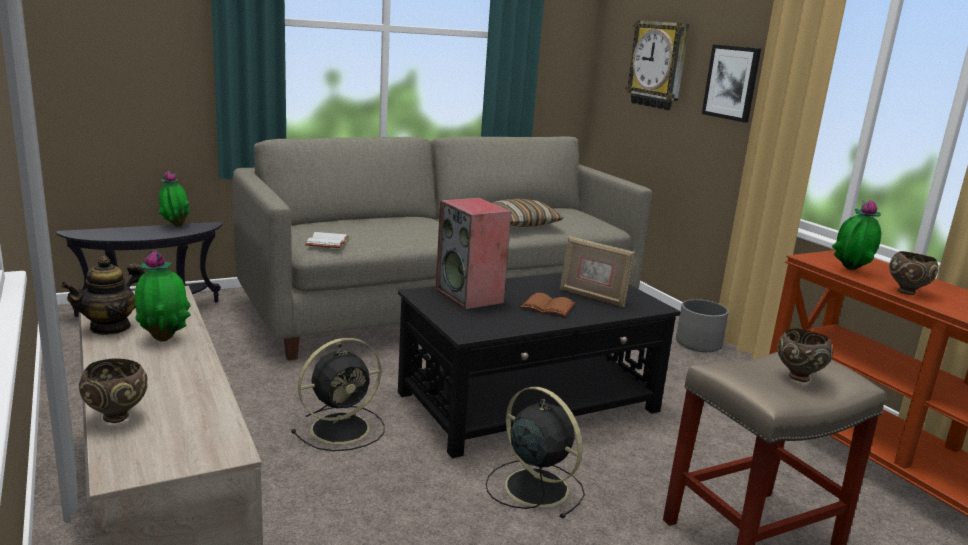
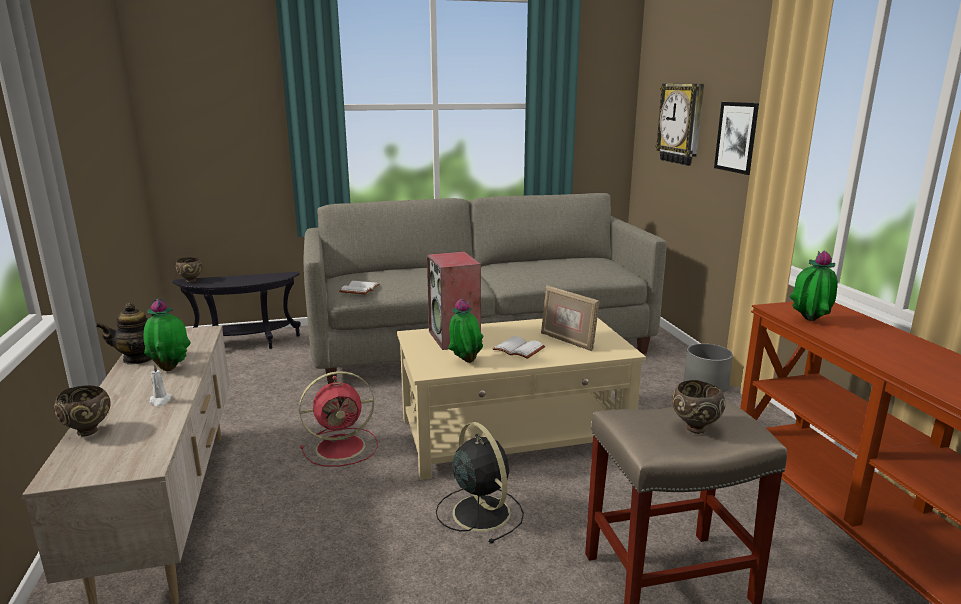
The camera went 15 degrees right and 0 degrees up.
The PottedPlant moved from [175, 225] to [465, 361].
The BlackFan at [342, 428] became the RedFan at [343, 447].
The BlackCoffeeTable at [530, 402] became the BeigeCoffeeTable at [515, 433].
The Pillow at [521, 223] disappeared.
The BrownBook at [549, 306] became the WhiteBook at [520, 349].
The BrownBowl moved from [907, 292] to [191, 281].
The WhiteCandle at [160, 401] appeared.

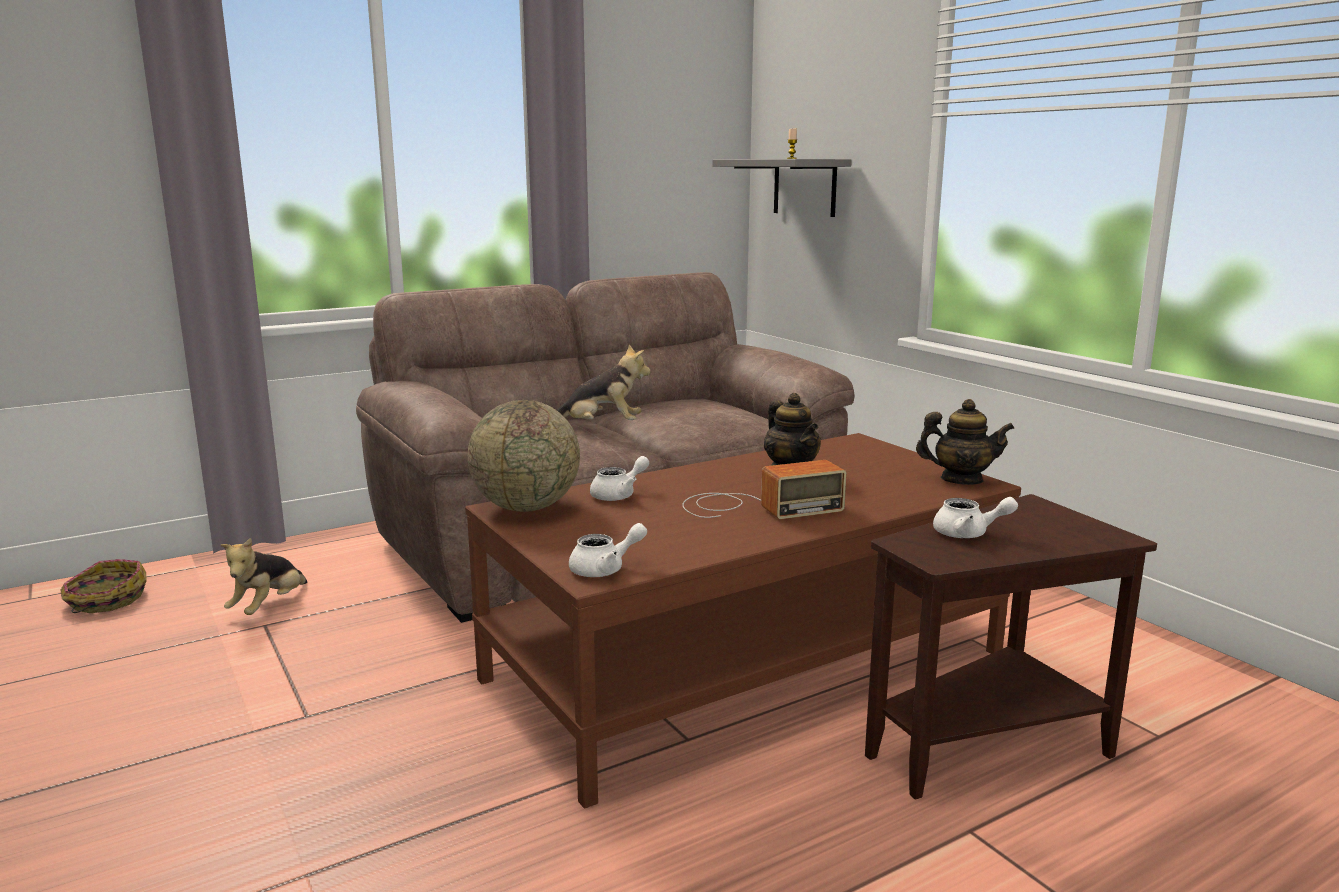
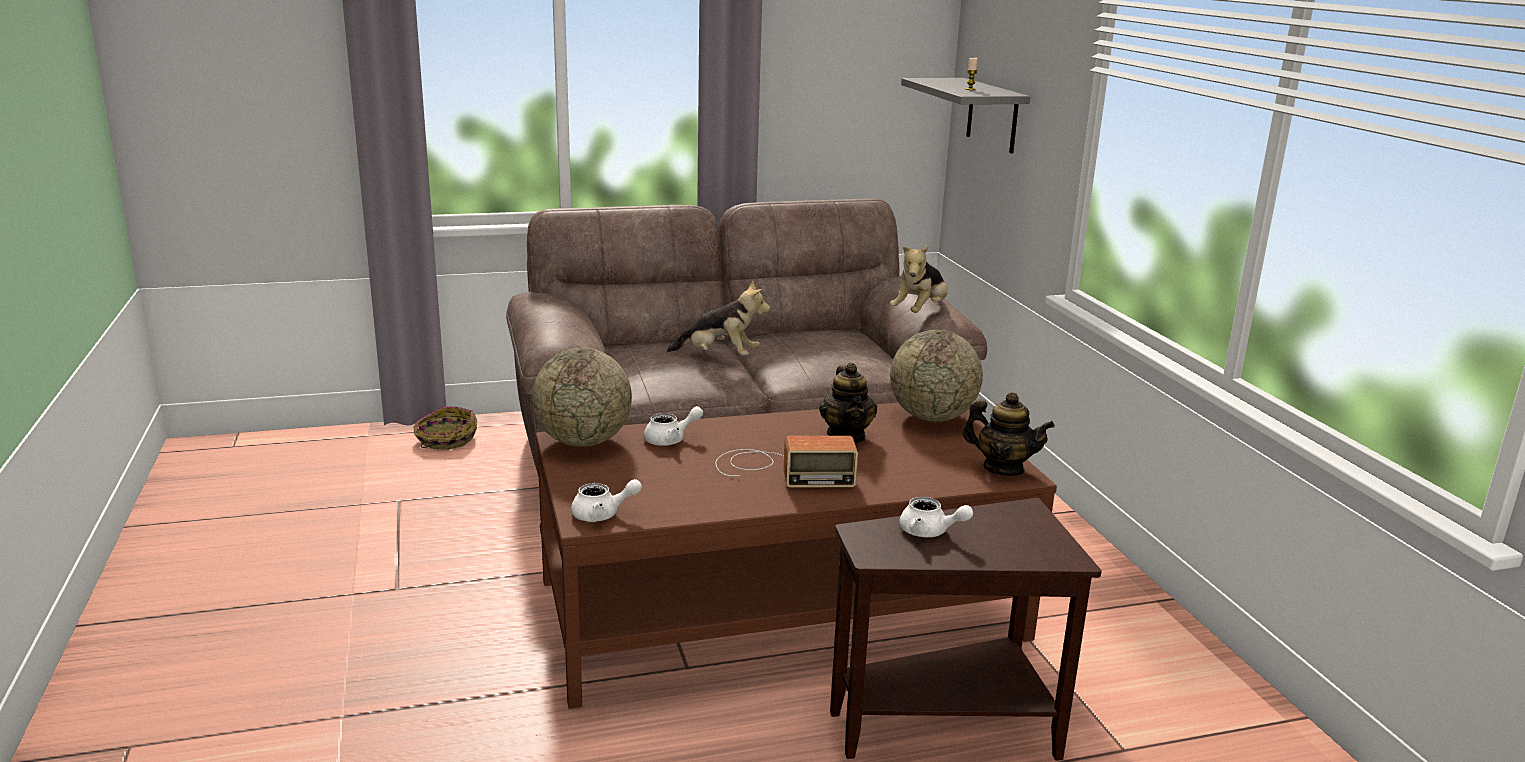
The camera went 15 degrees right and 5 degrees up.
The Basket moved from [106, 600] to [445, 440].
The PlushToy moved from [269, 607] to [920, 312].
The Globe at [932, 417] appeared.

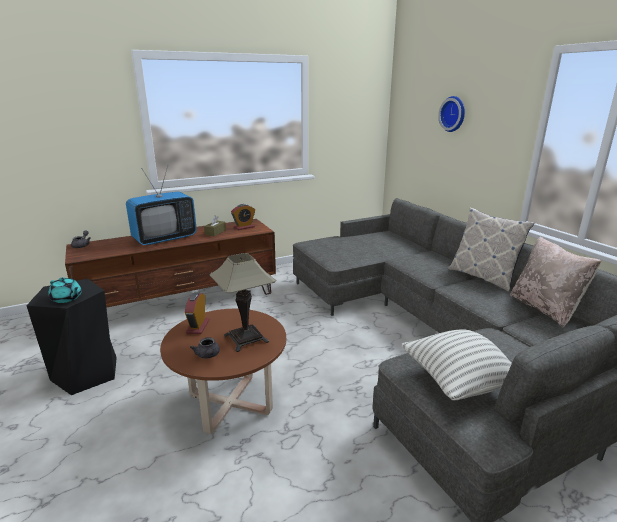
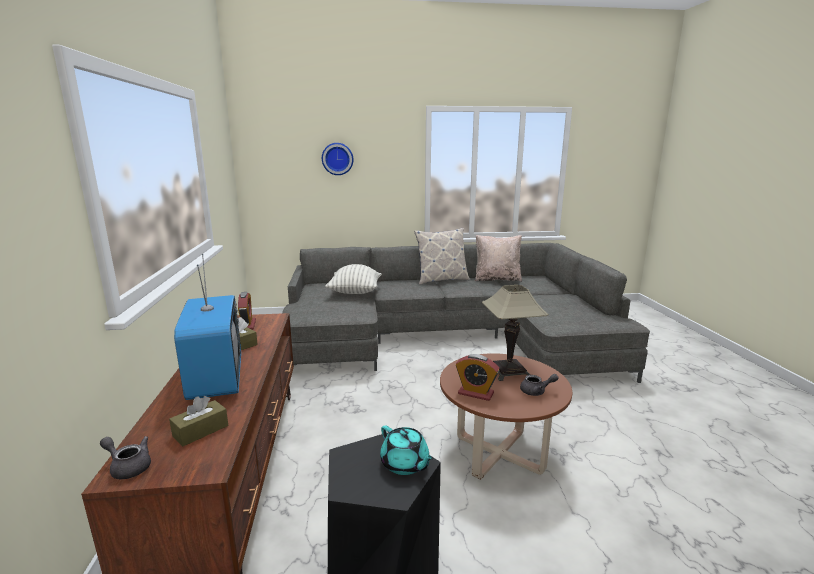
The camera went 70 degrees left and 5 degrees down.
The TurquoiseTeapot at [67, 298] turned 90 degrees clockwise.
The Pillow moved from [458, 382] to [355, 293].
The BrownTissueBox at [200, 431] appeared.

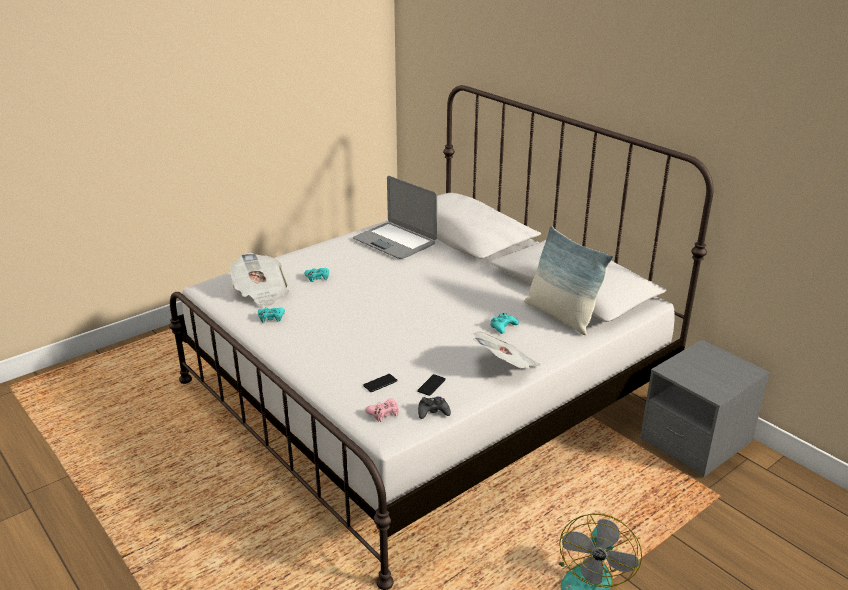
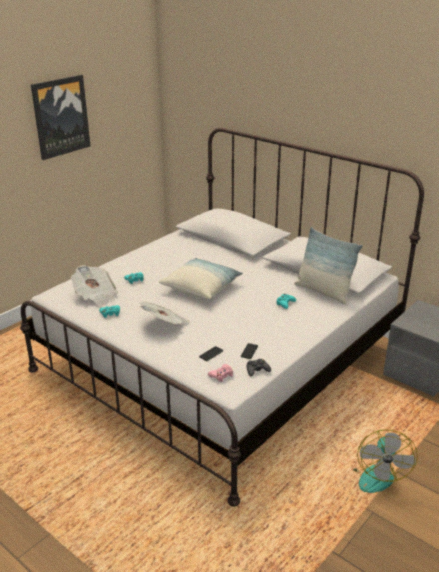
The camera went 10 degrees left and 0 degrees up.
The Laptop at [395, 241] disappeared.
The Newspaper moved from [505, 366] to [165, 324].
The Picture at [61, 116] appeared.
The Pillow at [201, 287] appeared.

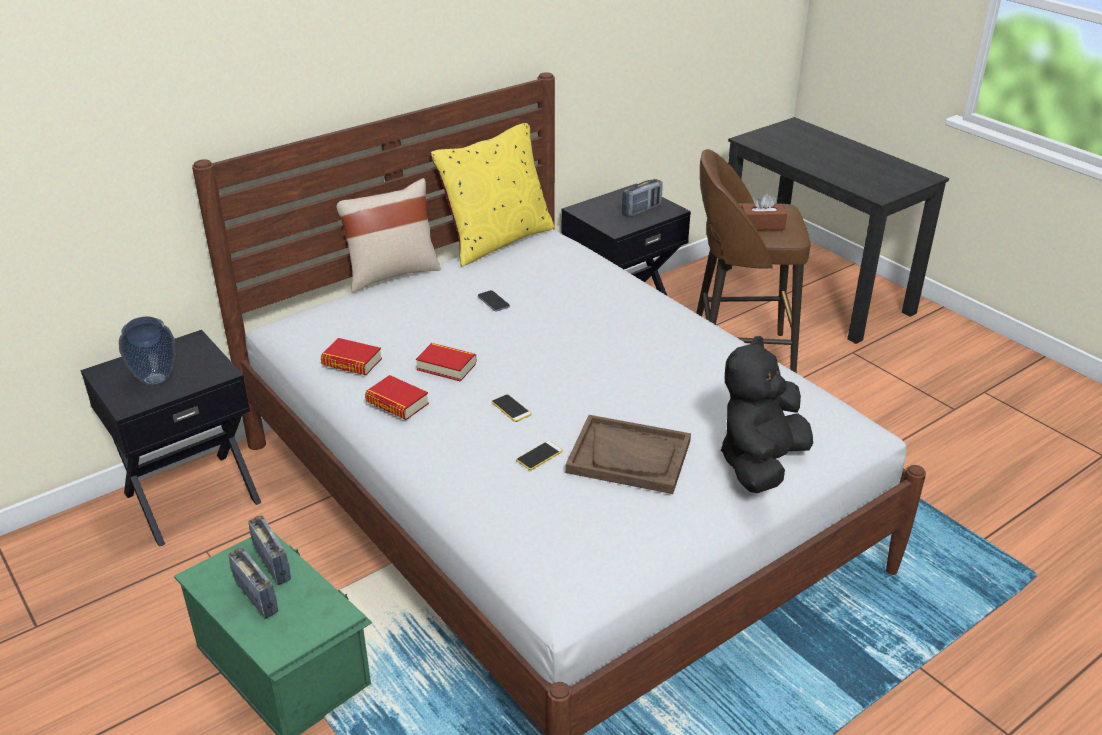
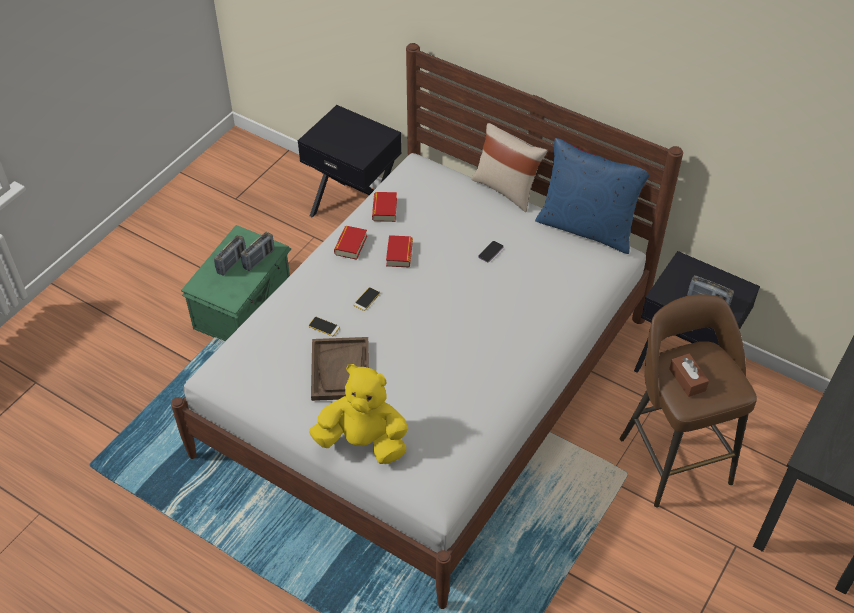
The camera went 70 degrees right and 15 degrees up.
The Vase at [156, 379] disappeared.
The YellowPillow at [497, 240] became the BluePillow at [587, 228].
The BlackPlushToy at [760, 464] became the YellowPlushToy at [363, 442].

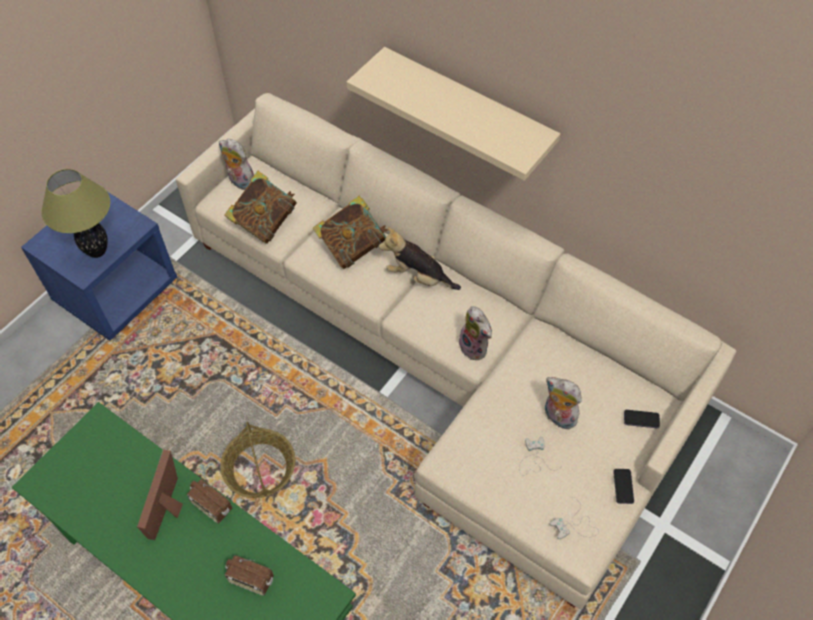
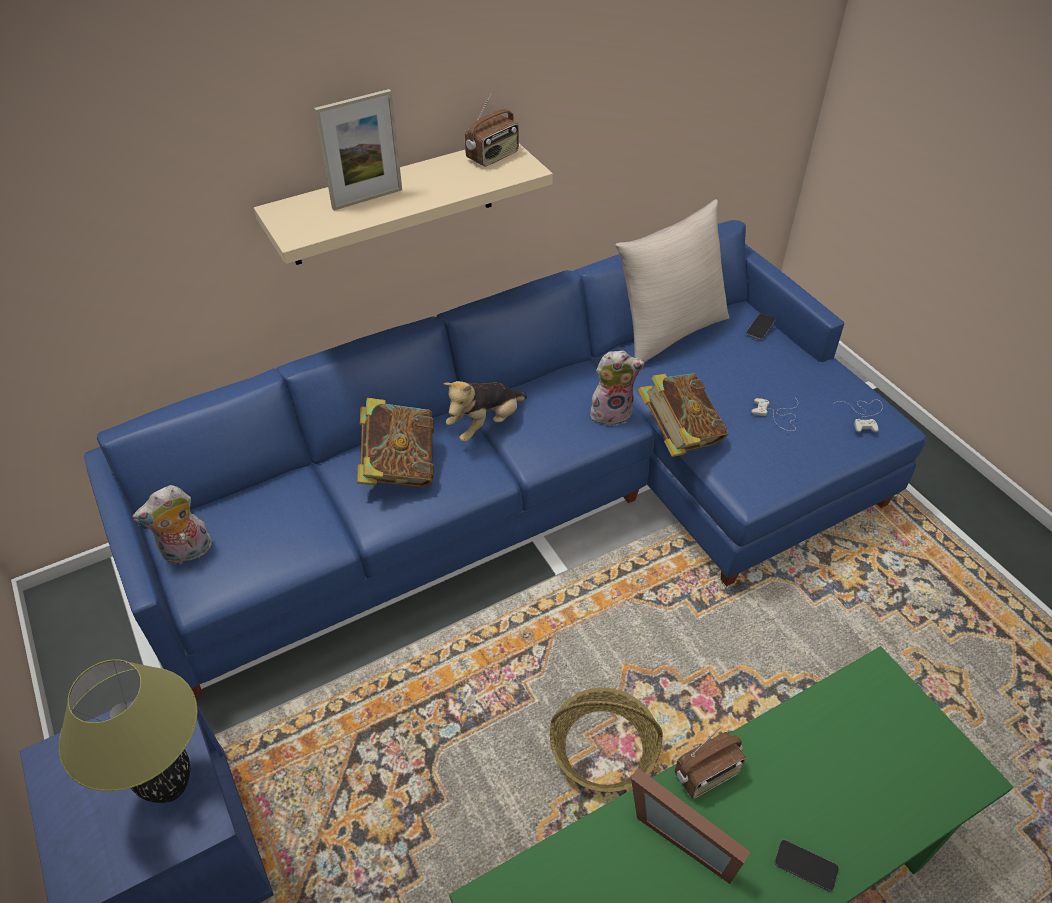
The camera went 65 degrees left and 10 degrees down.
The BeigeSofa at [448, 355] became the BlueSofa at [543, 491].
The Book moved from [264, 222] to [679, 435].
The Radio moved from [251, 580] to [493, 156].
The PlushToy at [557, 417] disappeared.
The Phone moved from [623, 486] to [805, 866].
The PictureFrame at [367, 199] appeared.
The BeigePillow at [669, 332] appeared.

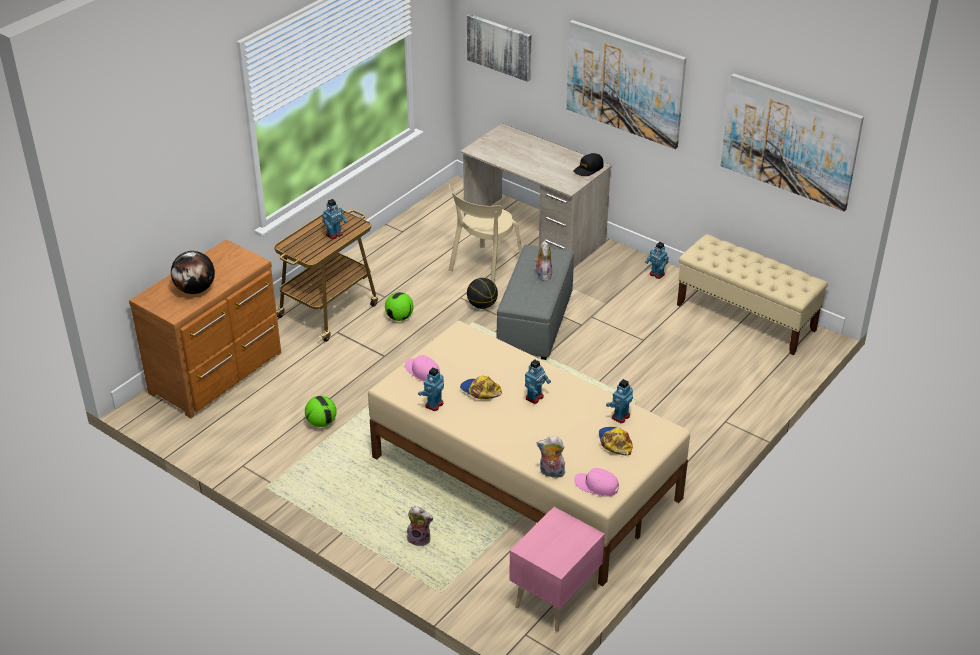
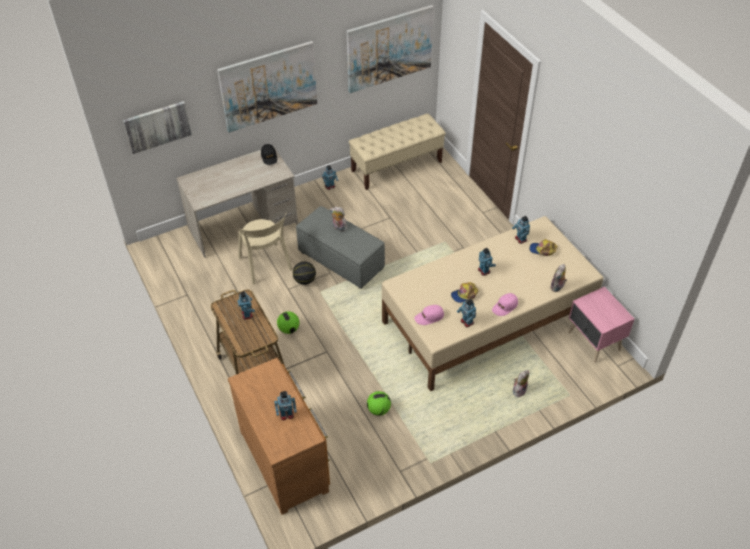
The camera went 65 degrees left and 10 degrees up.
The Globe at [195, 290] was replaced by the ToyRobot at [286, 415].
The PinkCap moved from [596, 485] to [504, 307].

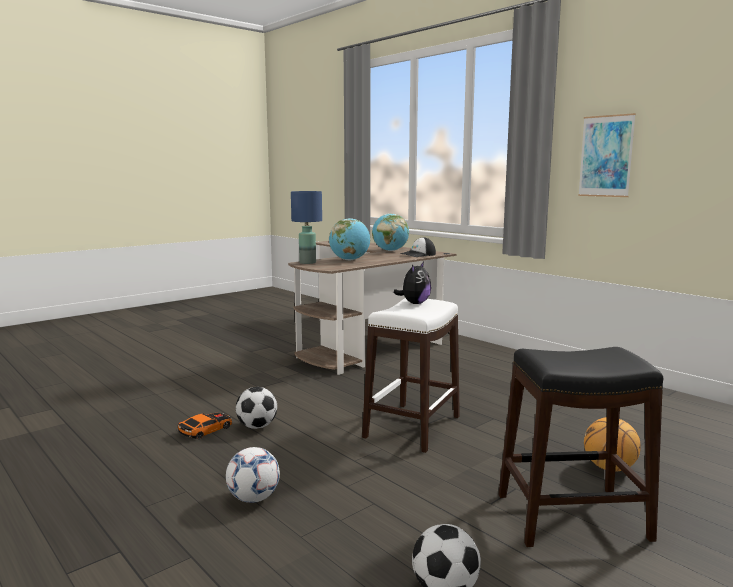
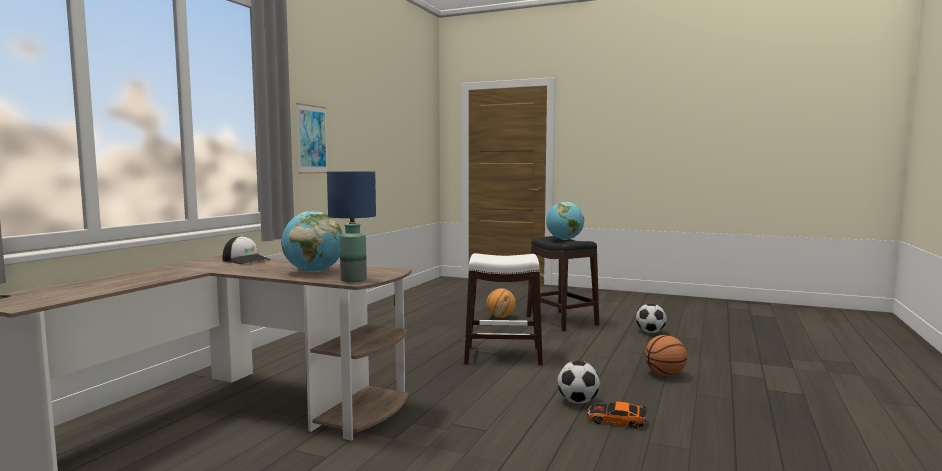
The camera went 115 degrees left and 5 degrees down.
The Football at [253, 498] was replaced by the Basketball at [664, 374].
The Globe moved from [390, 250] to [564, 239].
The PlushToy at [414, 303] disappeared.

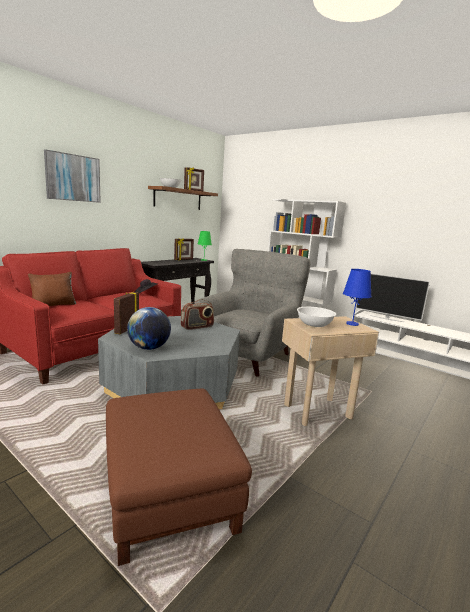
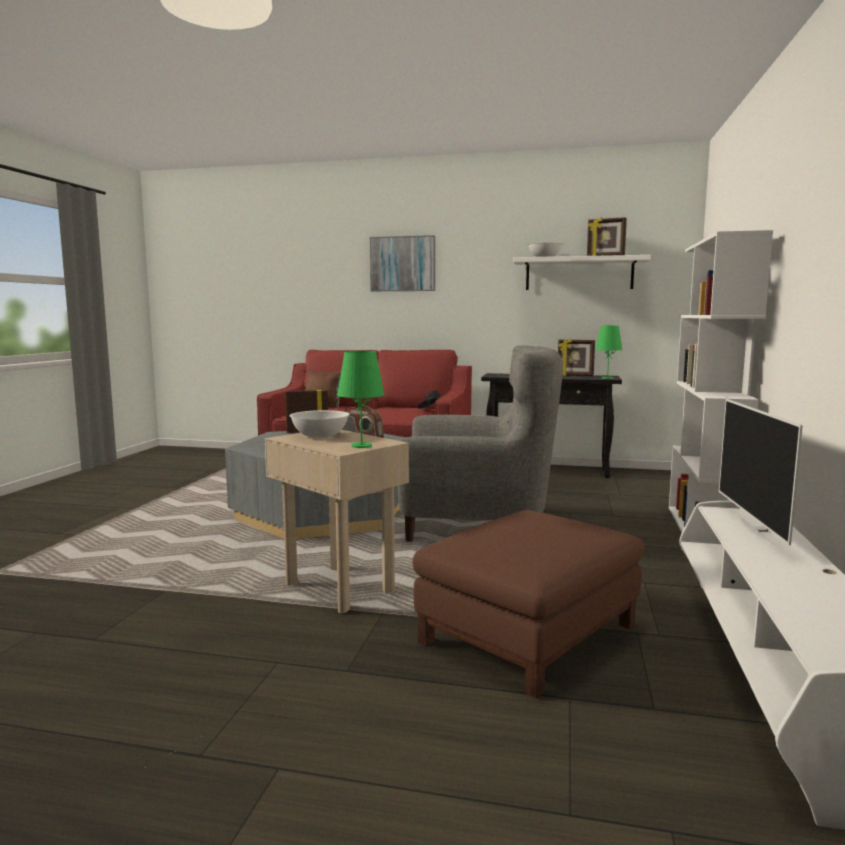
The camera went 65 degrees right and 5 degrees down.
The BrownOttoman moved from [167, 489] to [528, 632].
The Globe at [149, 348] disappeared.
The BrownShelf at [178, 199] became the WhiteShelf at [579, 274].
The BlueTableLamp at [352, 324] became the GreenTableLamp at [361, 446].

